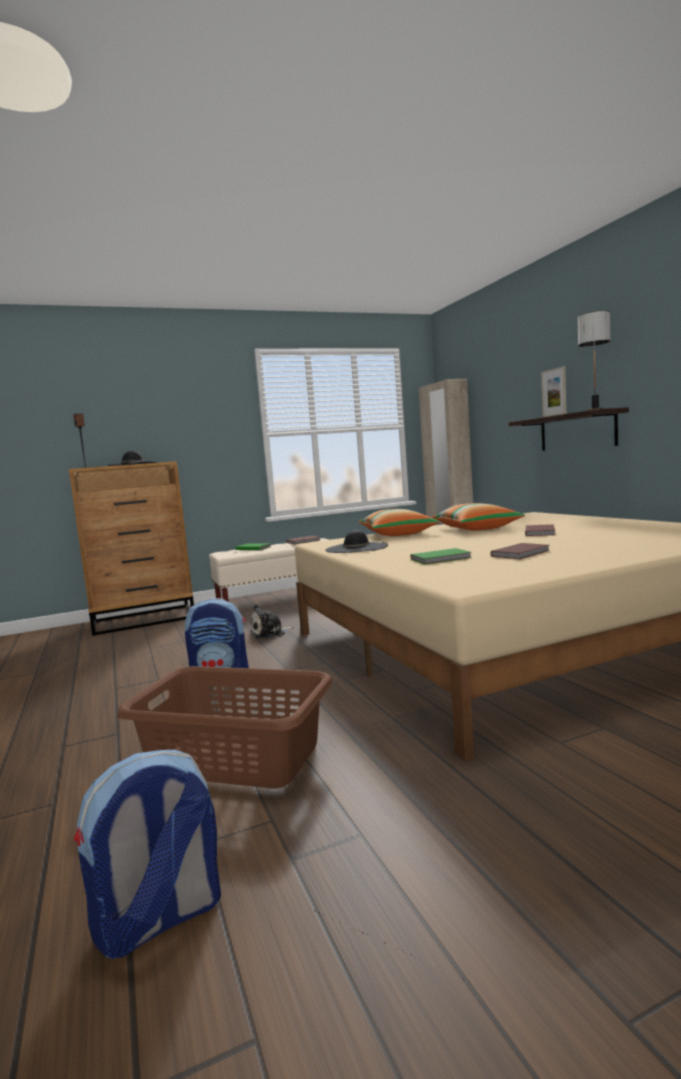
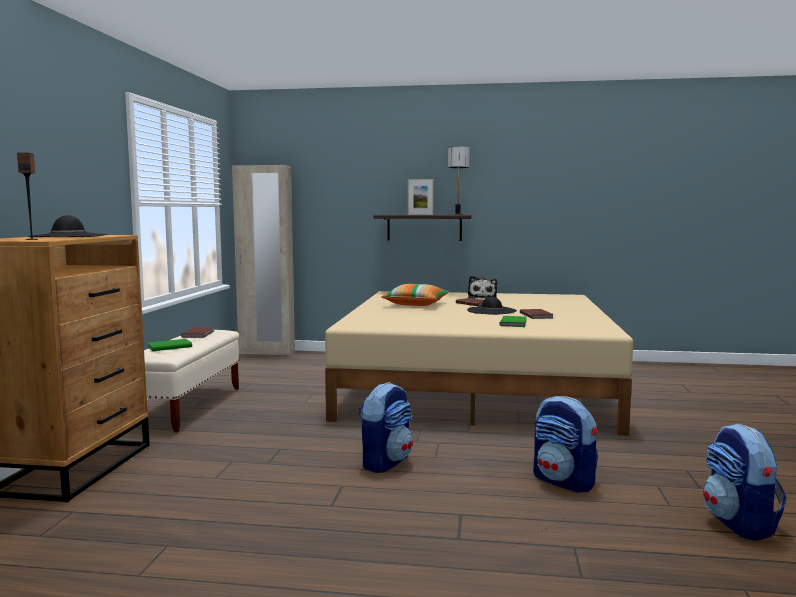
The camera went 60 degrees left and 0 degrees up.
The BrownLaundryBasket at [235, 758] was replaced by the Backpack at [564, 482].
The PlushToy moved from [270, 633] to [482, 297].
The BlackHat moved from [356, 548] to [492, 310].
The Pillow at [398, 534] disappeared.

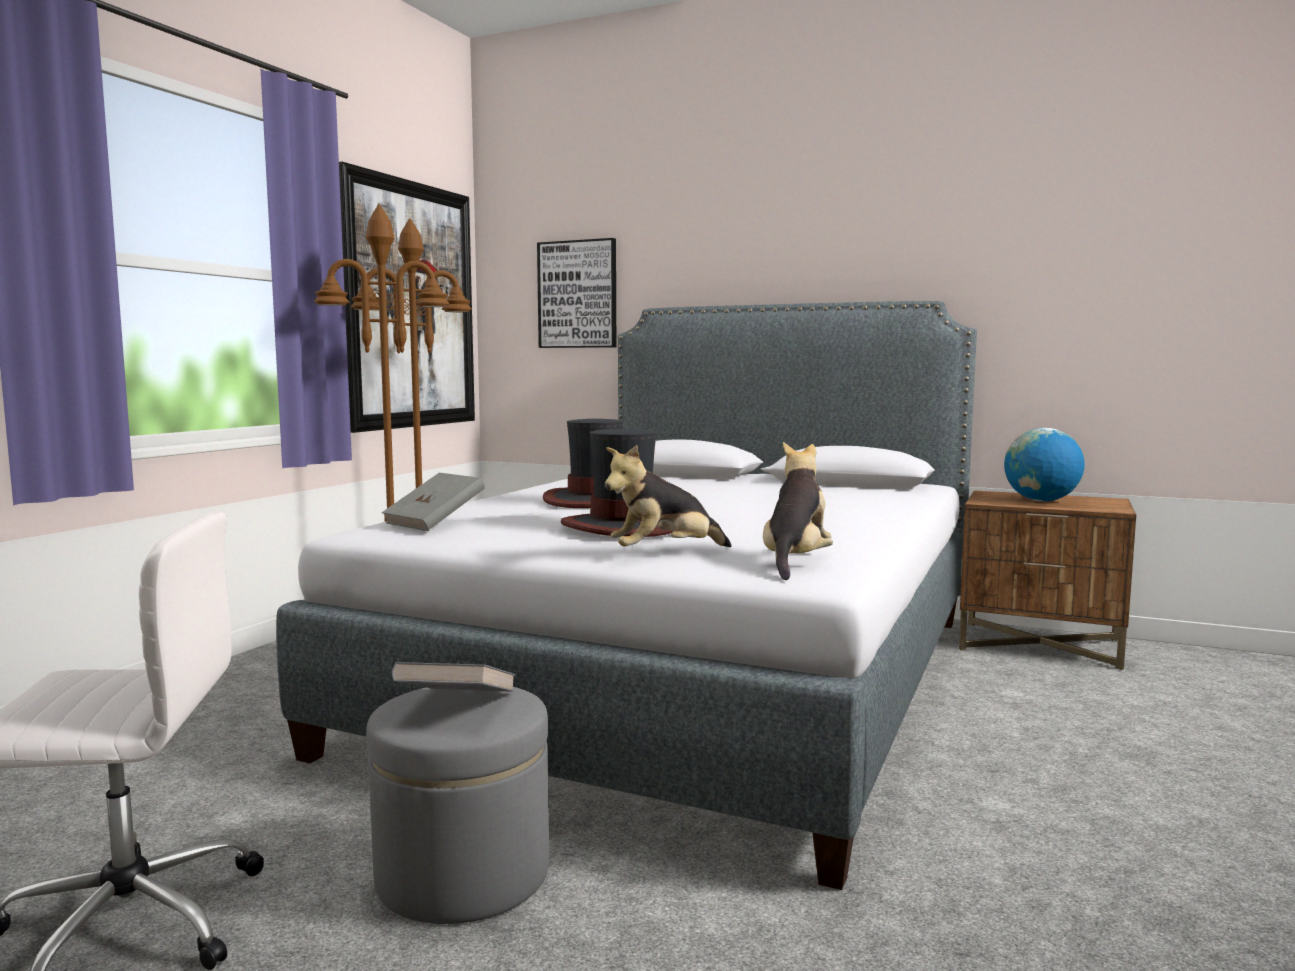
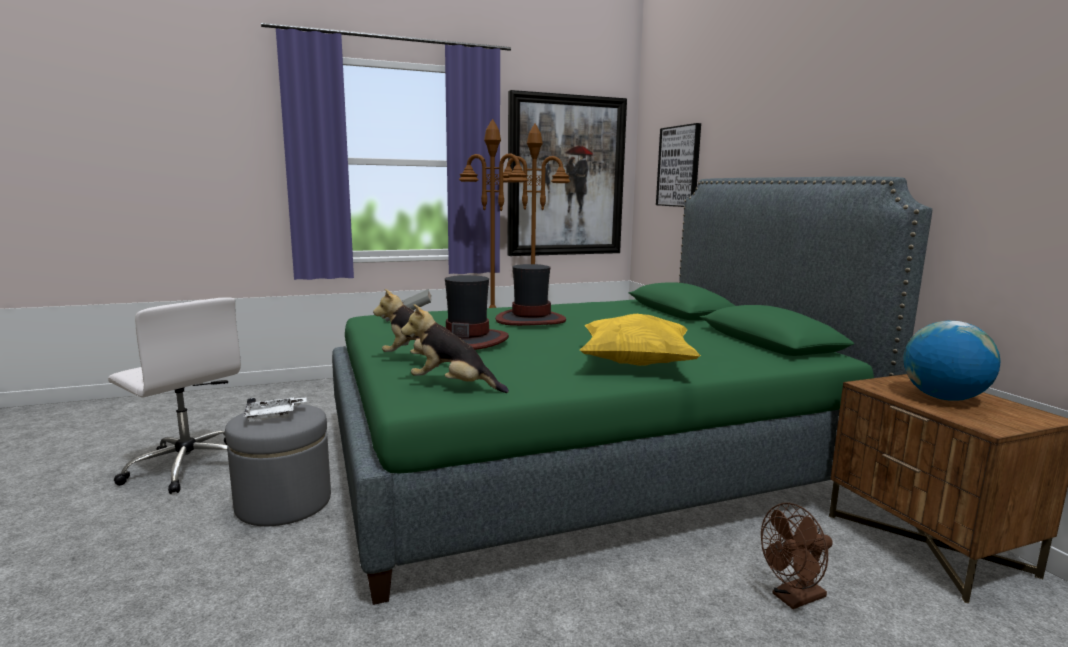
The camera went 45 degrees right and 5 degrees up.
The GreyBed at [691, 677] became the GreenBed at [582, 456].
The GreyBook at [457, 707] was replaced by the WhiteTray at [273, 416].
The PlushToy at [795, 562] turned 135 degrees counterclockwise.
The YellowPillow at [636, 364] appeared.
The BrownFan at [793, 598] appeared.

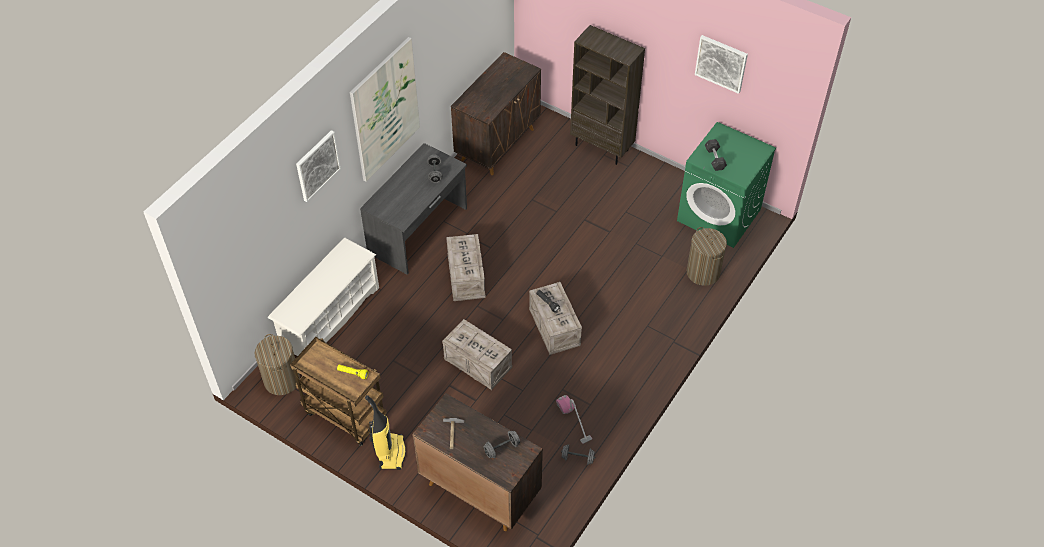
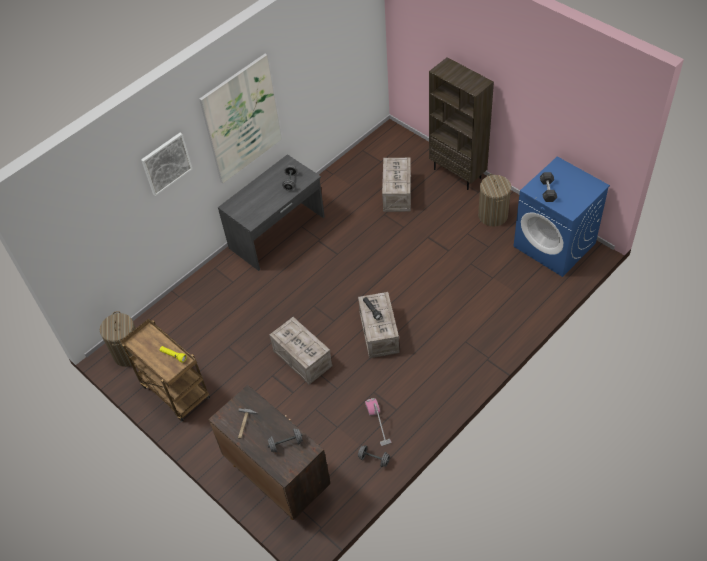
The camera went 15 degrees right and 0 degrees up.
The WhiteShoeRack at [330, 316] disappeared.
The VacuumCleaner at [390, 452] disappeared.
The Crate moved from [466, 277] to [397, 194].
The BrownCabinet at [498, 144] disappeared.
The GreenWashingMachine at [719, 215] became the BlueWashingMachine at [555, 245].
The LaundryBasket moved from [703, 272] to [493, 215].
The Picture at [721, 63] disappeared.

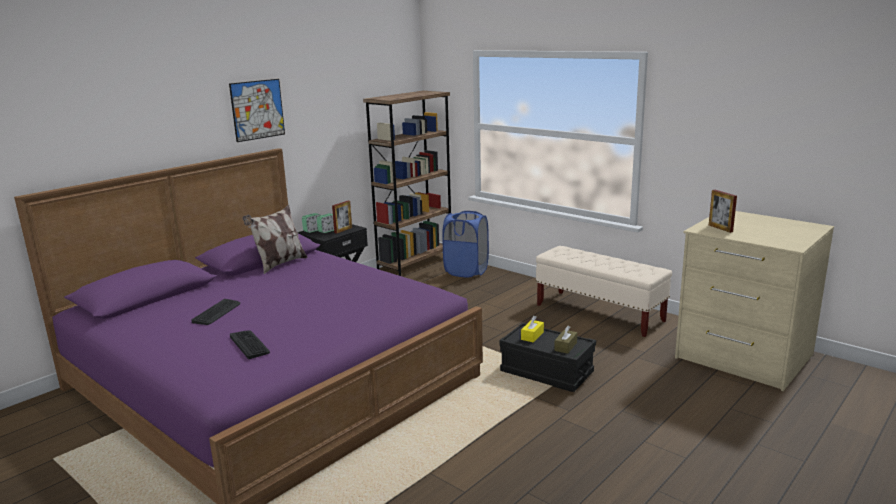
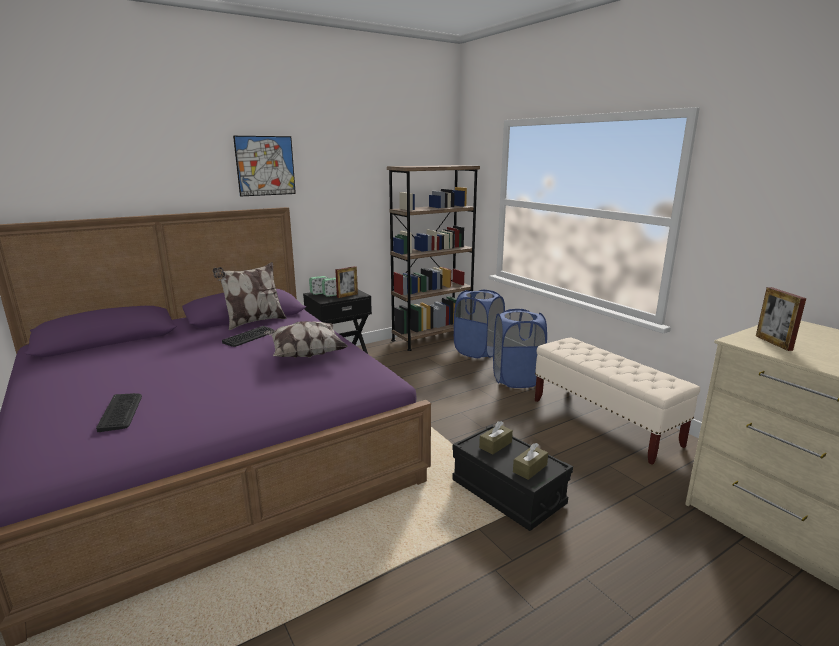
The camera went 15 degrees right and 0 degrees up.
The Keyboard moved from [217, 312] to [249, 337].
The YellowTissueBox at [532, 336] became the BrownTissueBox at [495, 445].
The Pillow at [305, 354] appeared.
The BlueLaundryBasket at [516, 379] appeared.

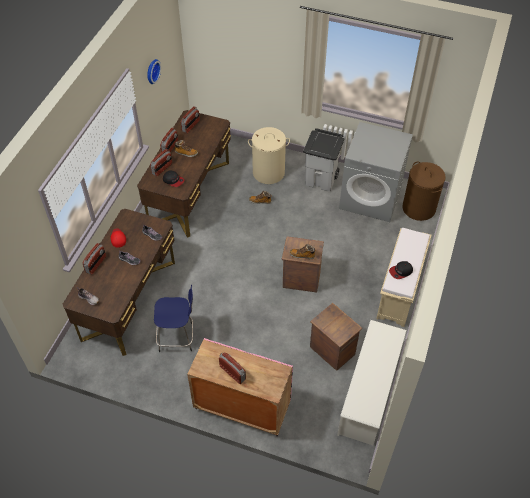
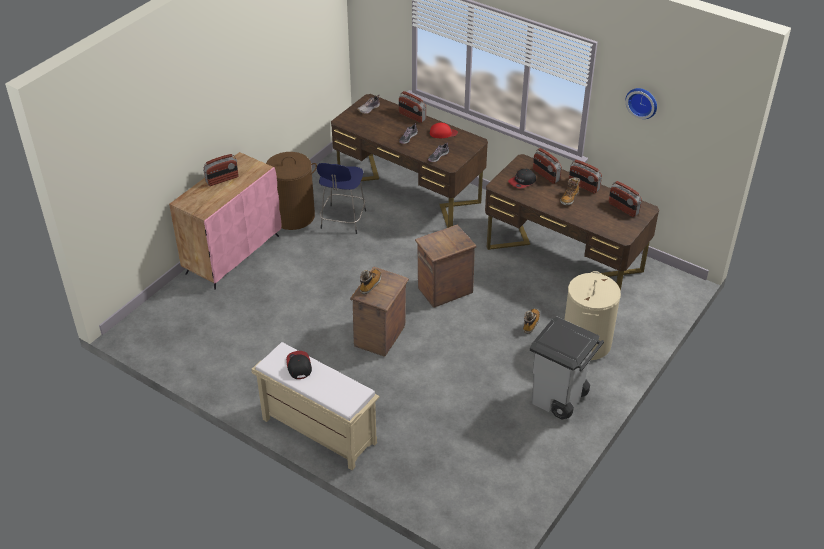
The camera went 105 degrees right and 10 degrees down.
The Crate moved from [332, 351] to [444, 290].
The WhiteShoeRack at [368, 394] disappeared.
The GreyWashingMachine at [371, 198] disappeared.
The BrownLaundryBasket moved from [419, 208] to [293, 216].

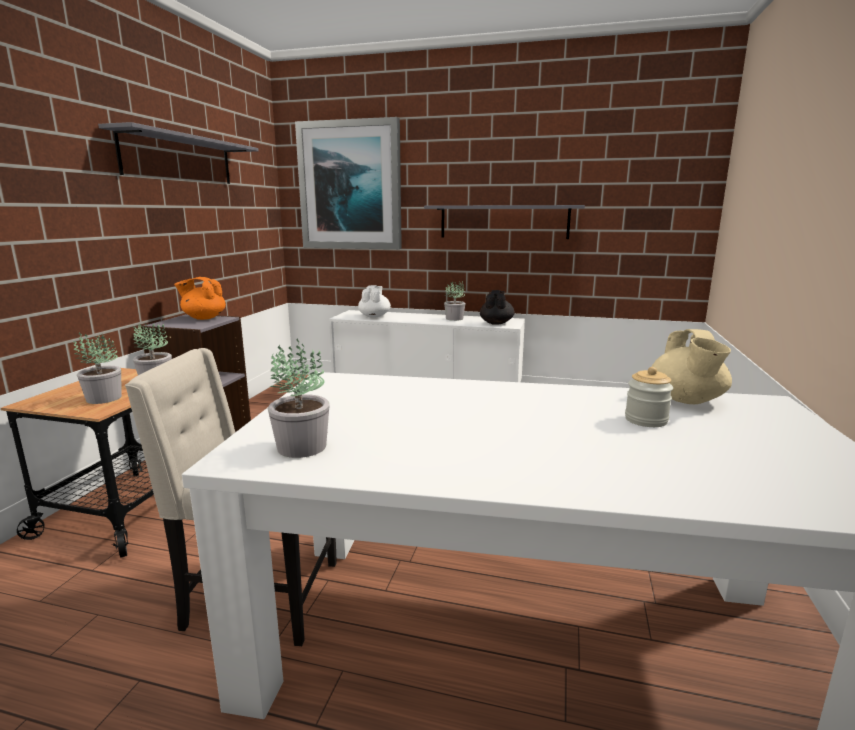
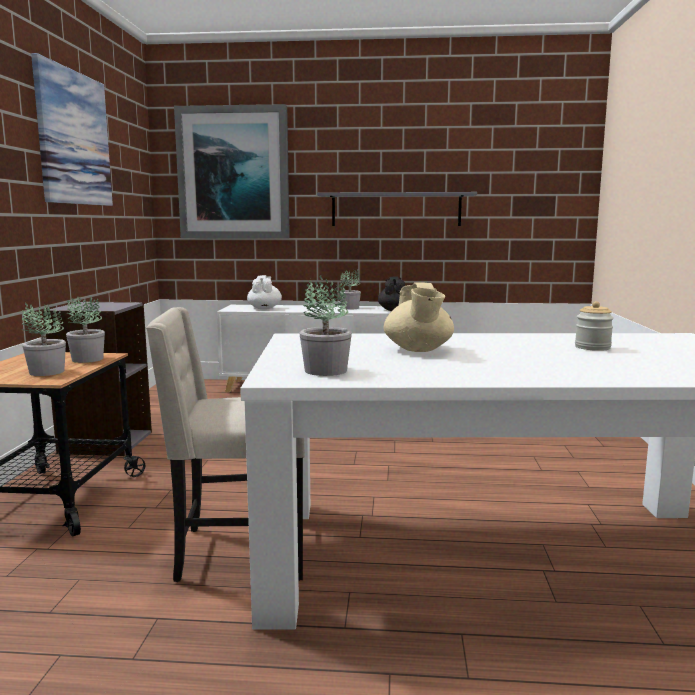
The camera went 10 degrees left and 5 degrees down.
The GreyShelf at [179, 159] was replaced by the Picture at [73, 138].
The OrangeTeapot at [204, 318] disappeared.
The BeigeTeapot moved from [686, 400] to [418, 350].

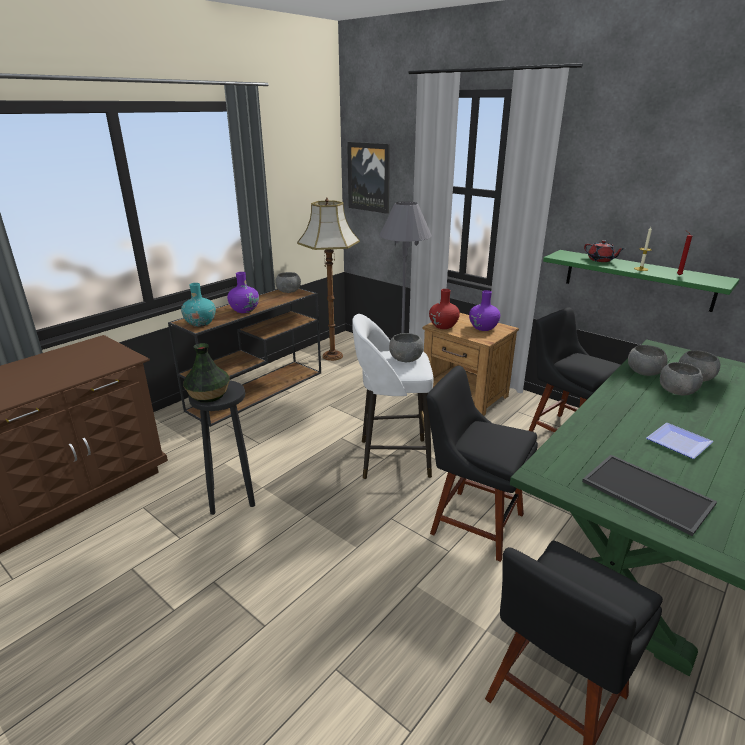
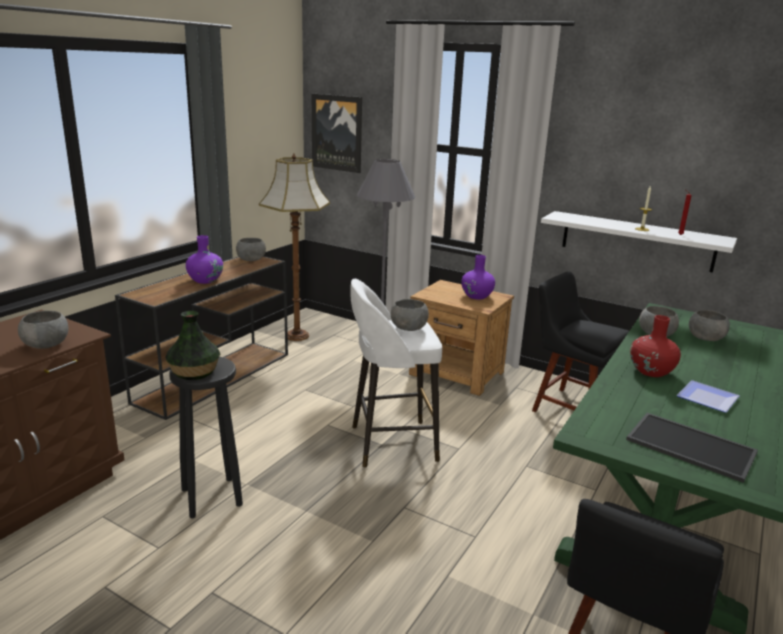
The camera went 10 degrees left and 5 degrees down.
The TurquoiseVase at [200, 323] disappeared.
The BlackChair at [472, 521] disappeared.
The RedVase moved from [443, 326] to [651, 371].
The GreenShelf at [637, 279] became the WhiteShelf at [636, 241].
The RedTeapot at [601, 260] disappeared.
The GreyBowl moved from [676, 391] to [45, 345].

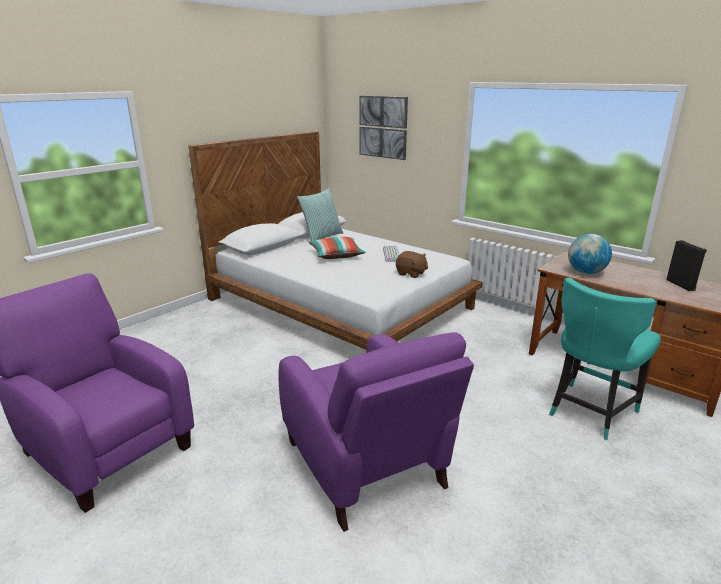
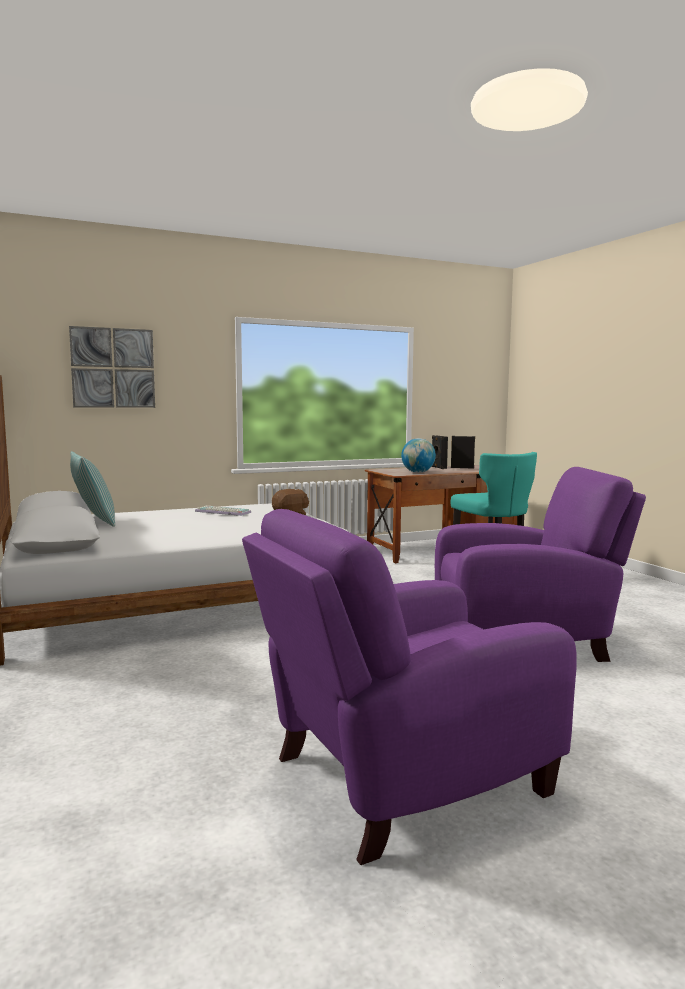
The camera went 65 degrees left and 15 degrees down.
The Pillow at [336, 255] disappeared.
The BlackSpeaker at [438, 467] appeared.

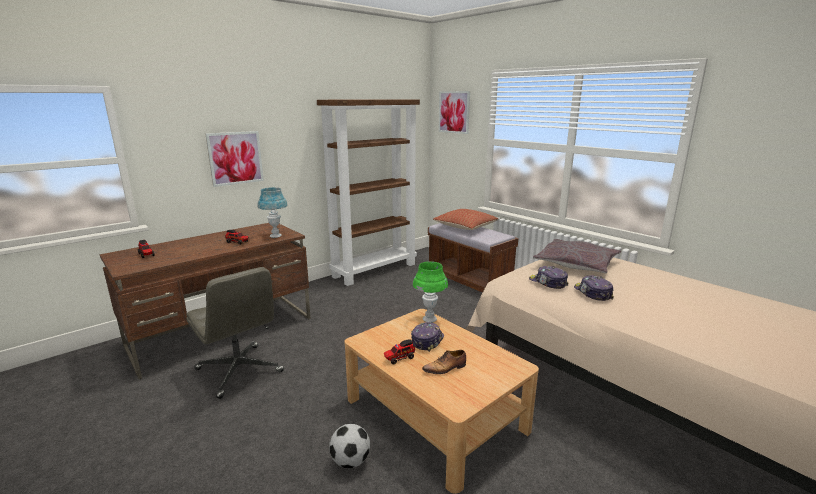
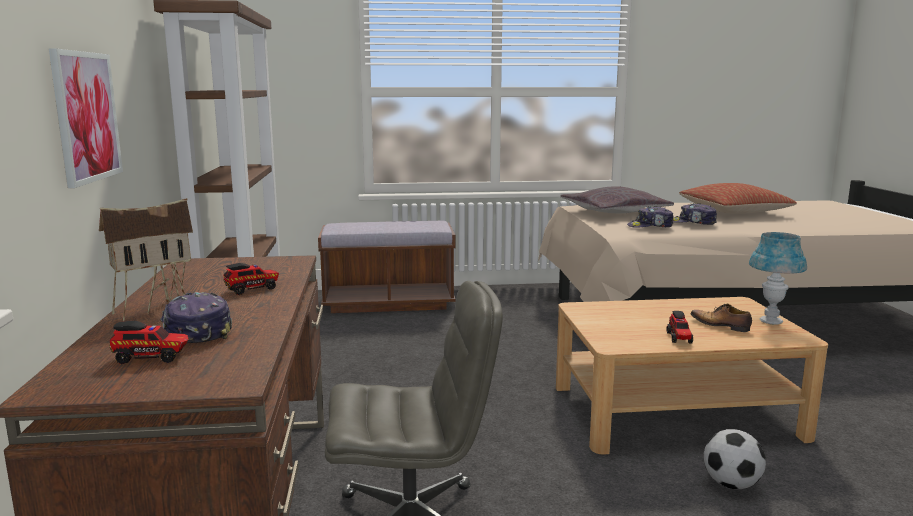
The camera went 55 degrees left and 5 degrees down.
The BlueTableLamp moved from [275, 236] to [770, 321].
The Cap moved from [427, 341] to [197, 331].
The GreenTableLamp at [429, 319] disappeared.
The Shoe at [445, 368] turned 120 degrees clockwise.
The Pillow moved from [465, 227] to [734, 212].
The Picture at [454, 112] disappeared.
The ToyHouse at [153, 308] appeared.

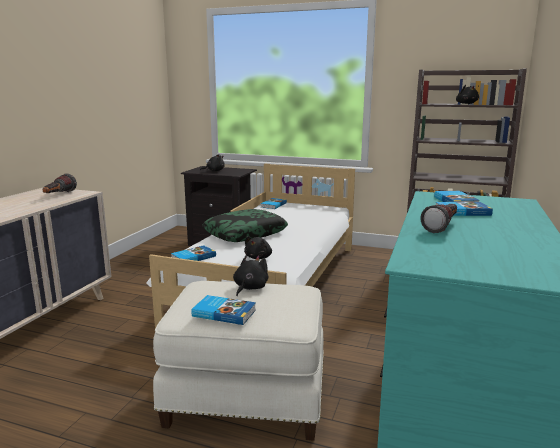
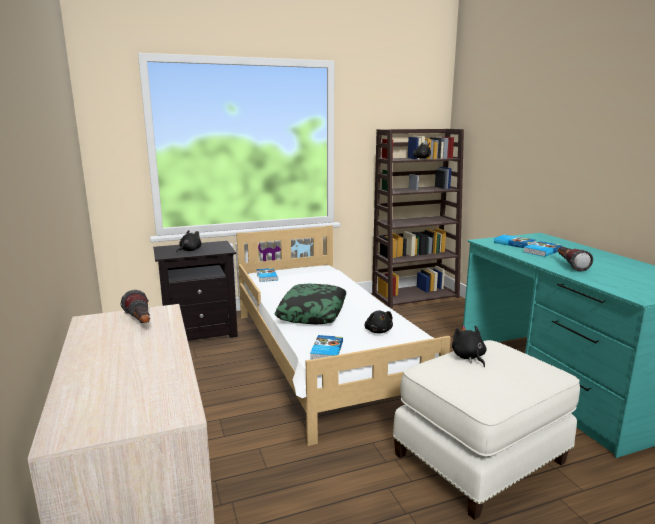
The camera went 40 degrees left and 0 degrees up.
The Book at [224, 312] disappeared.

